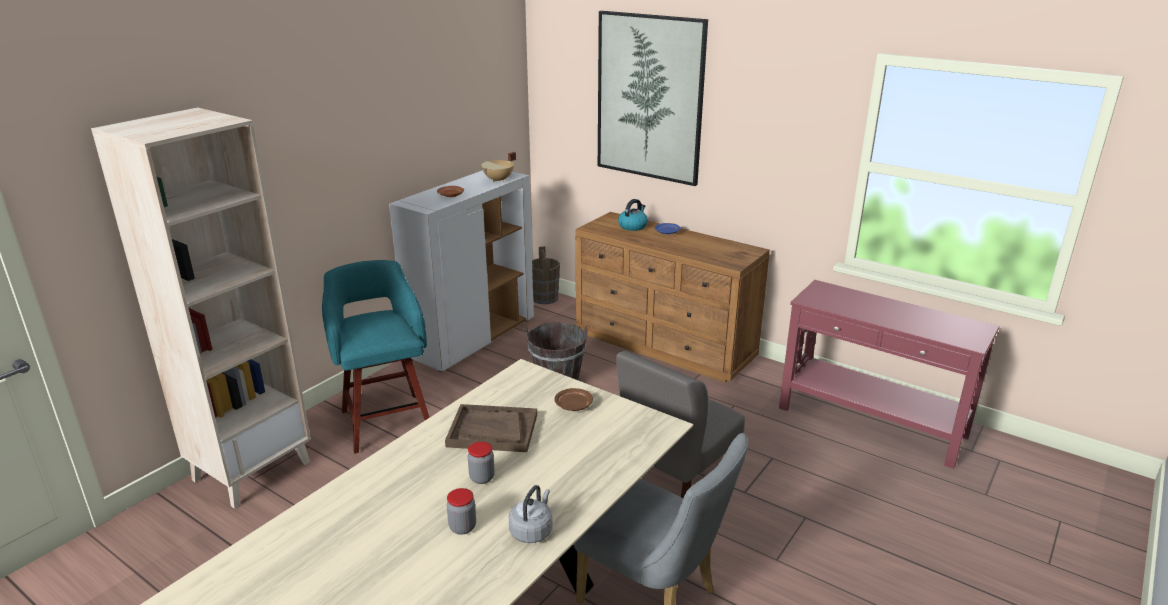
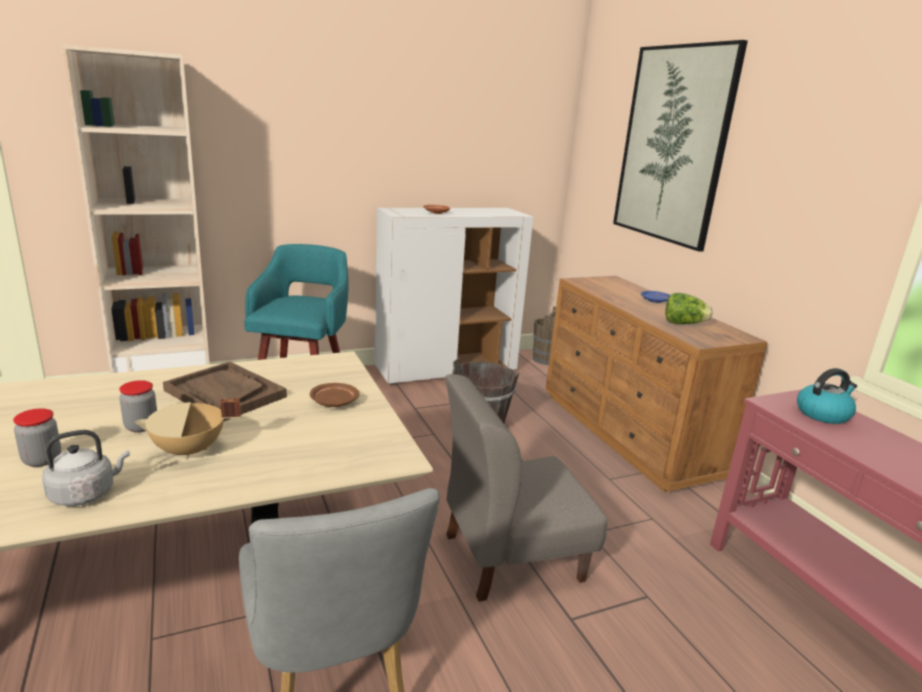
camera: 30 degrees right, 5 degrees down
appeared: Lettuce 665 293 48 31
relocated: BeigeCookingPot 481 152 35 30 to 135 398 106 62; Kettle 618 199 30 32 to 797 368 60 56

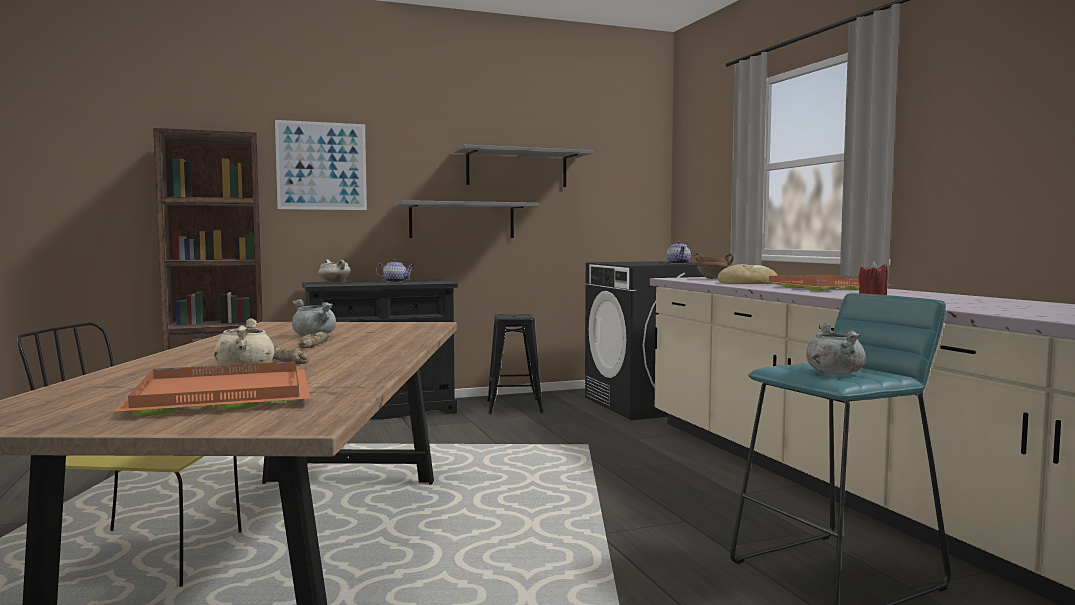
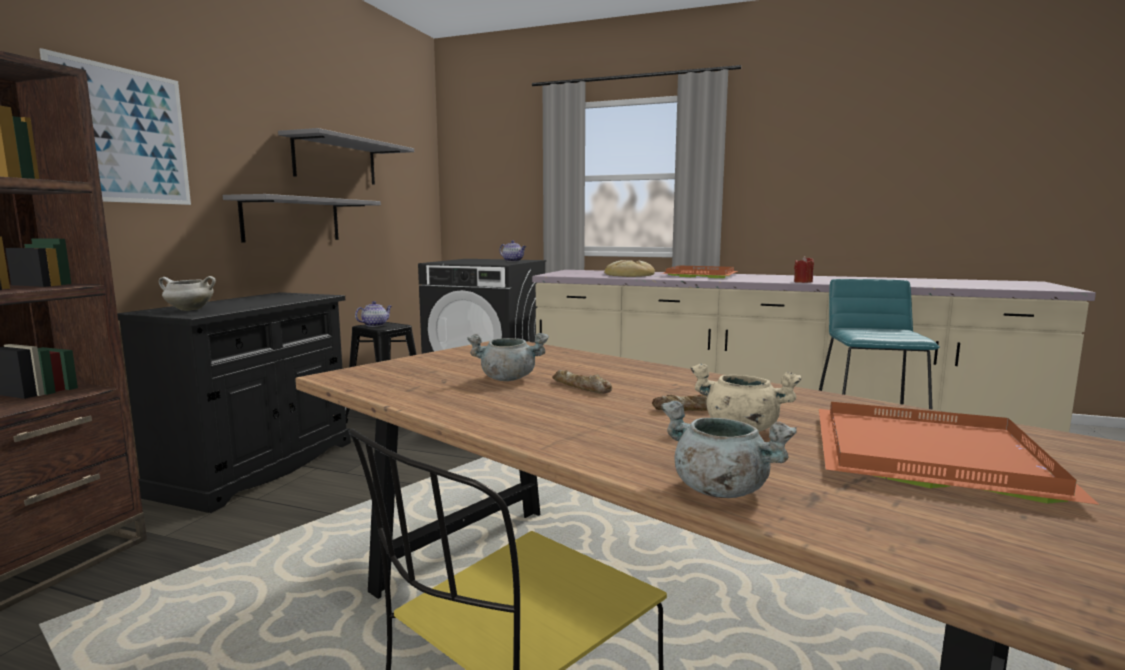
camera: 50 degrees left, 5 degrees up
missing: BrownCookingPot 694 253 40 26
relocated: Teapot 375 259 39 23 to 355 301 37 26; GreyCookingPot 806 323 60 51 to 660 401 137 97

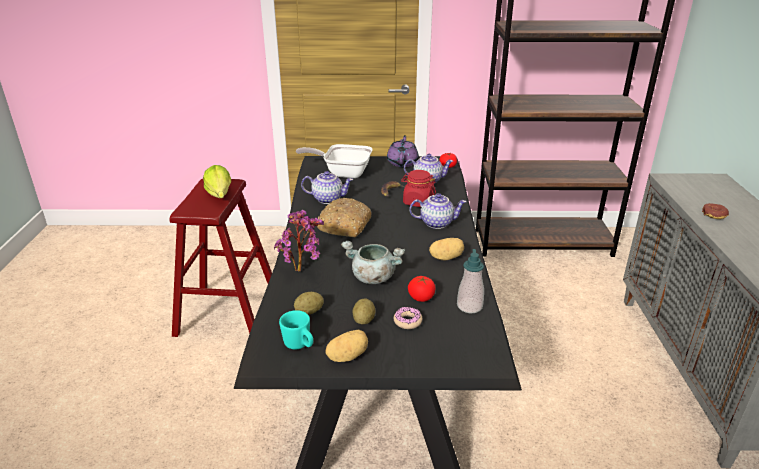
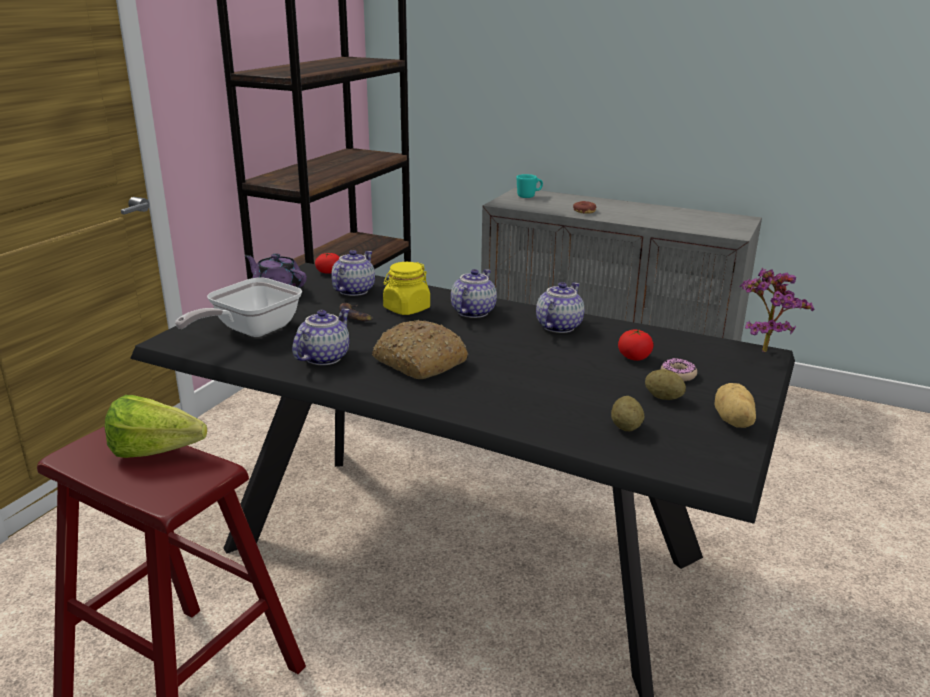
camera: 65 degrees left, 5 degrees down
missing: GreyCookingPot 341 241 64 43; SoapDispenser 457 249 27 64
relocated: PottedPlant 274 210 50 61 to 740 268 74 84; TurquoiseMug 279 310 34 39 to 517 174 26 24
exchanged: Potato 429 238 35 22 to Teapot 536 282 48 51
colour: RedJar 401 170 35 37 to YellowJar 383 262 47 53

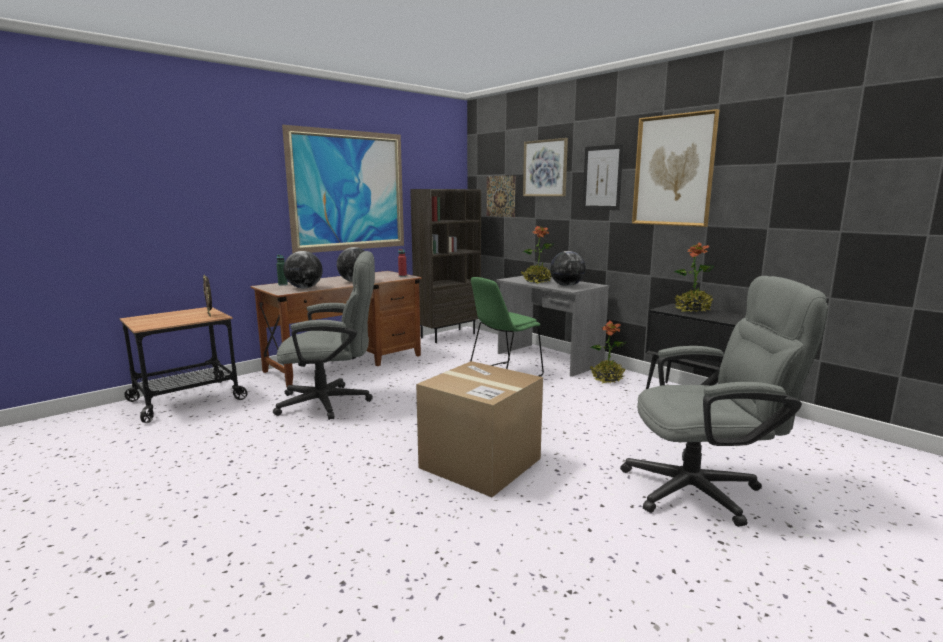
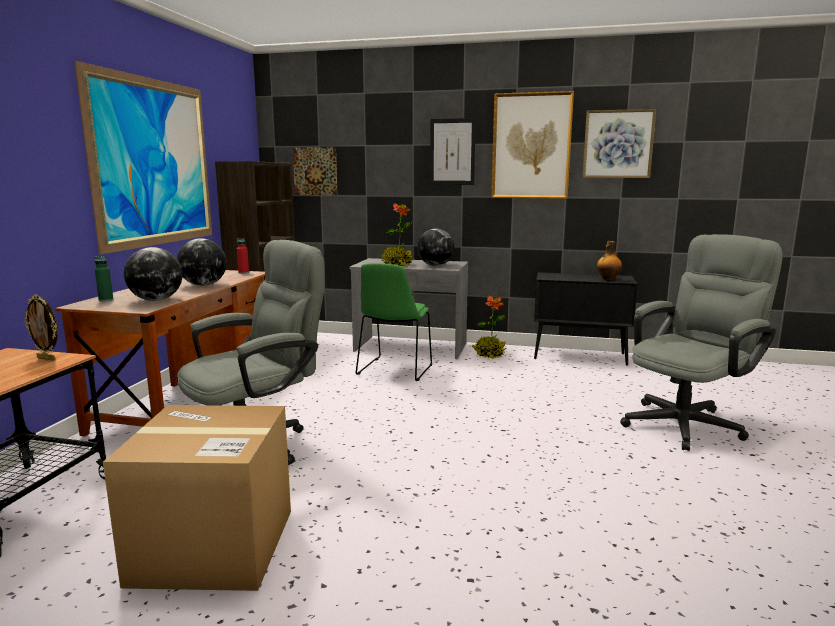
camera: 35 degrees left, 0 degrees up
missing: PottedPlant 674 242 40 70
appeared: Bottle 597 241 25 40
relocated: CardboardBox 416 361 127 136 to 103 405 188 186; Picture 523 138 45 58 to 582 109 74 69

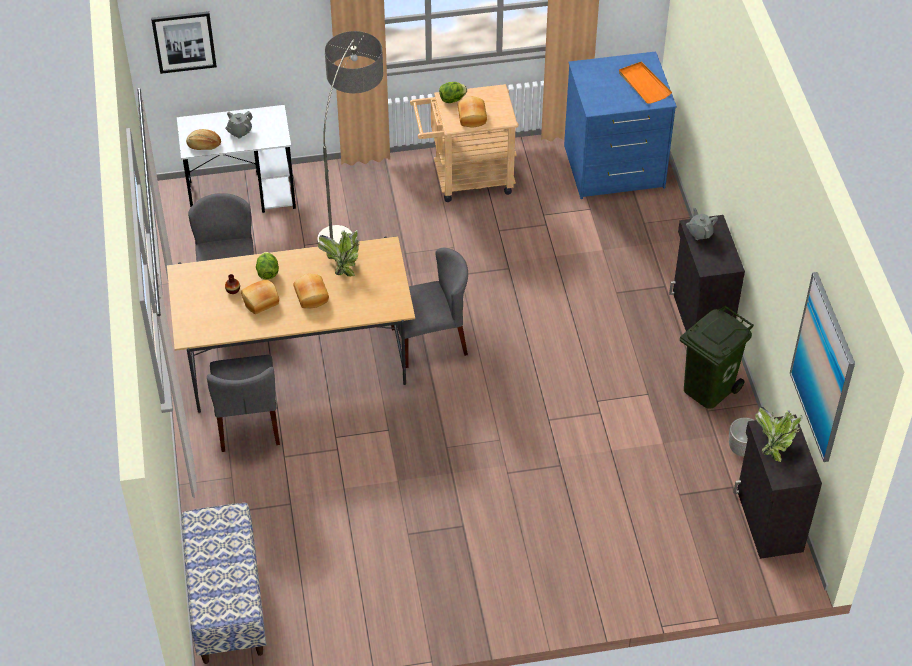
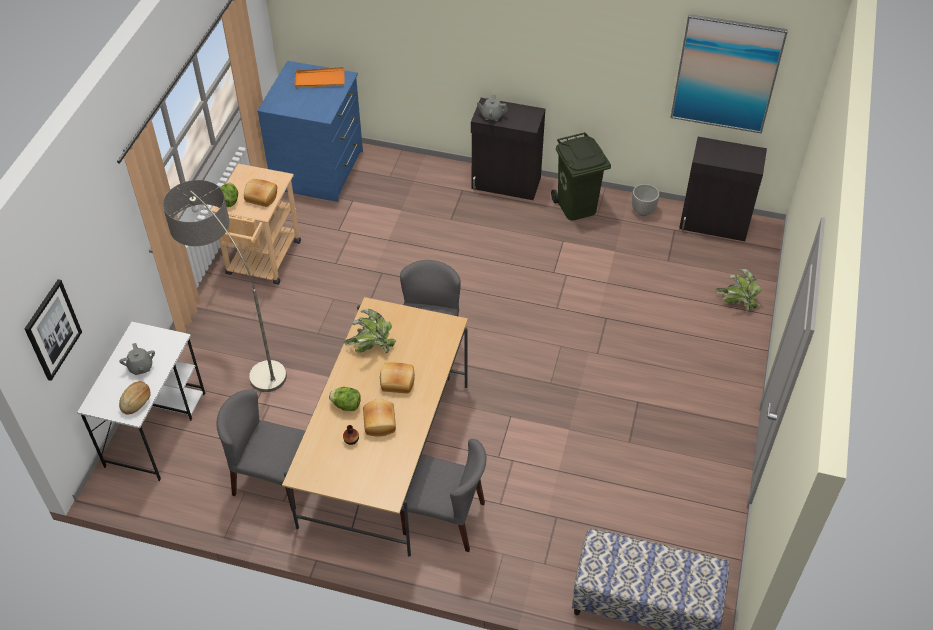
camera: 65 degrees left, 0 degrees up
relocated: PottedPlant 755 407 48 55 to 716 269 46 43

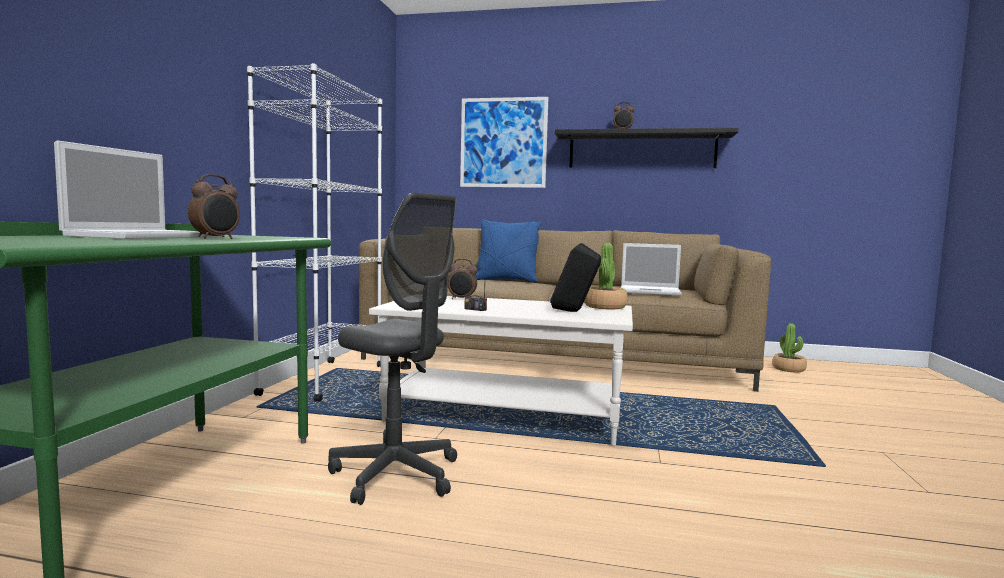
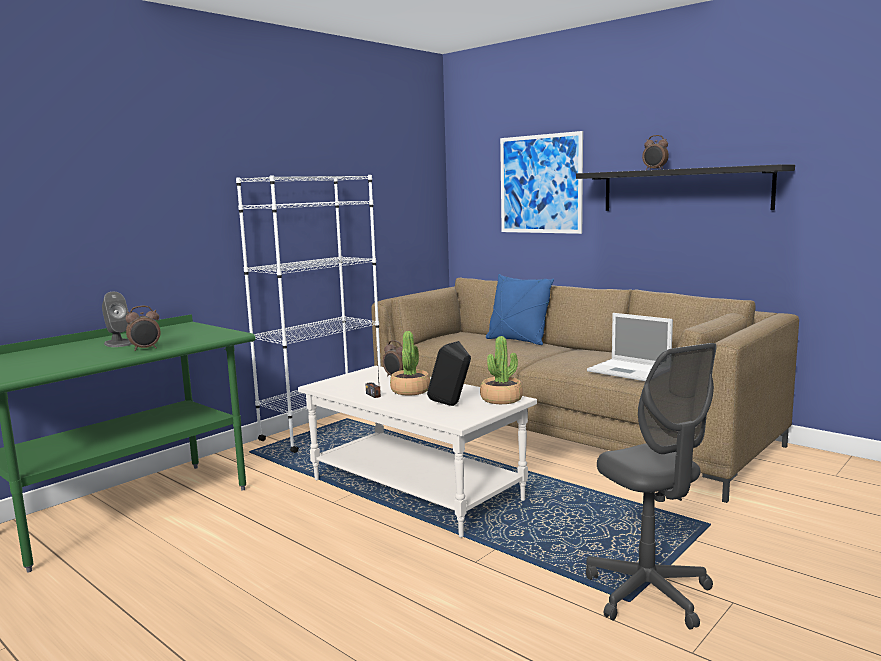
camera: 30 degrees right, 5 degrees up
relocated: GreyOfficeChair 328 193 129 312 to 586 343 131 287; PottedPlant 772 323 35 49 to 390 331 40 64
exchanged: Laptop 54 140 168 99 to GreySpeaker 102 292 30 55

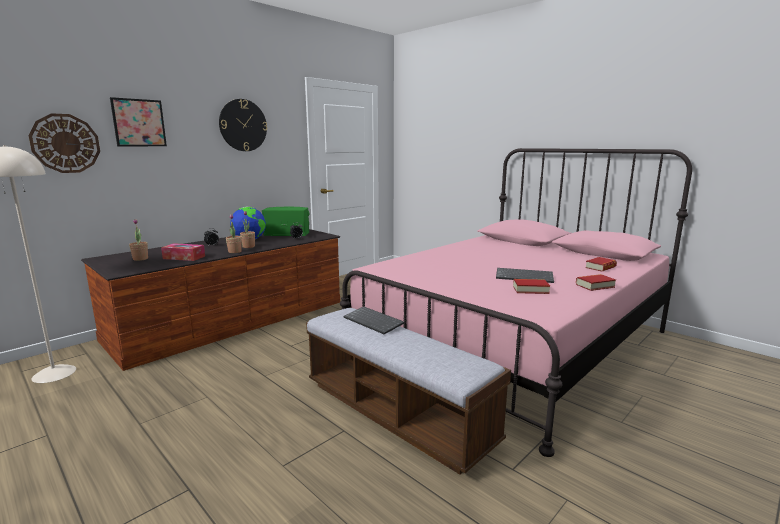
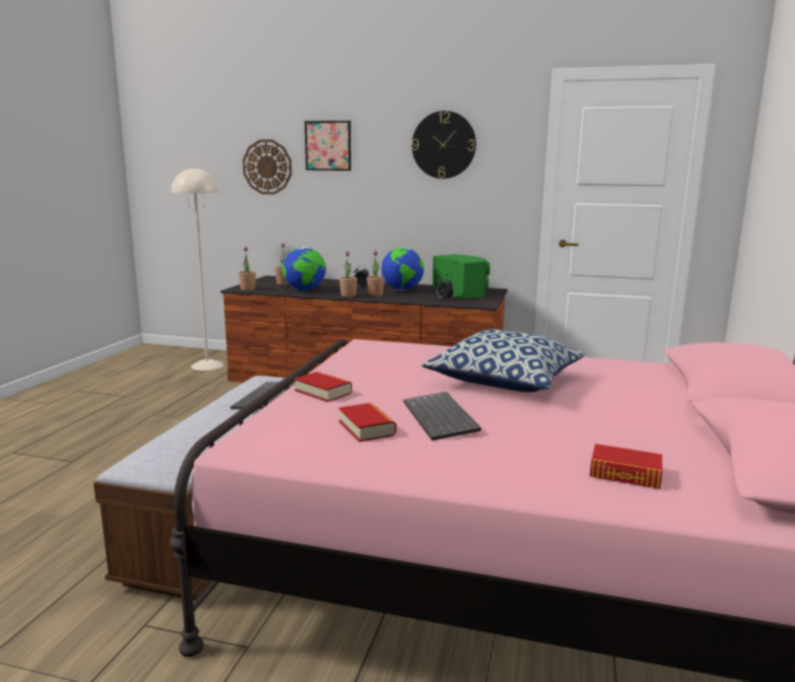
camera: 60 degrees right, 0 degrees up
appeared: PottedPlant 238 246 18 44; Pillow 421 329 164 63
relocated: Book 576 274 40 17 to 294 371 58 31
exchanged: TissueBox 161 243 44 18 to Globe 282 247 44 44

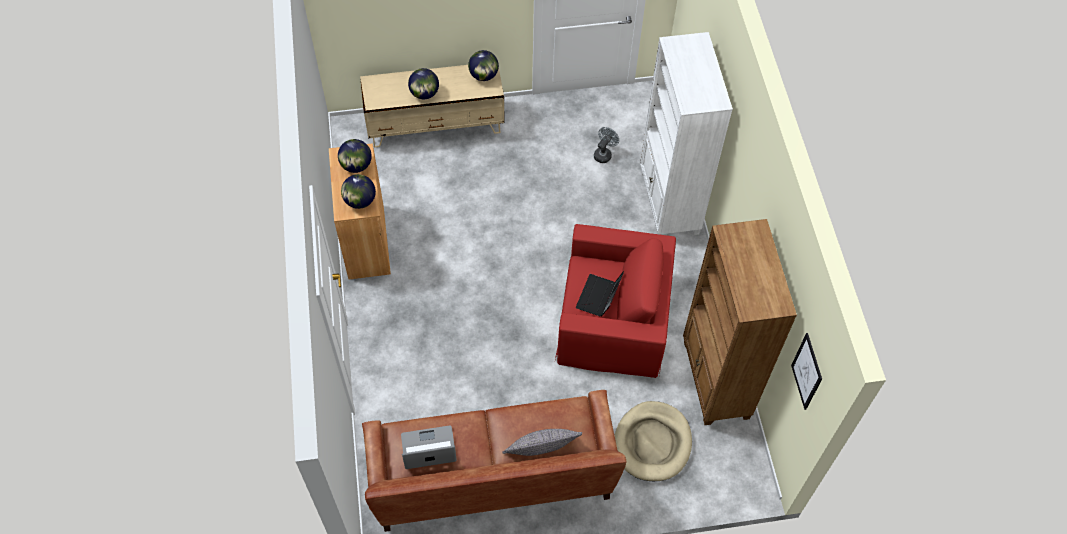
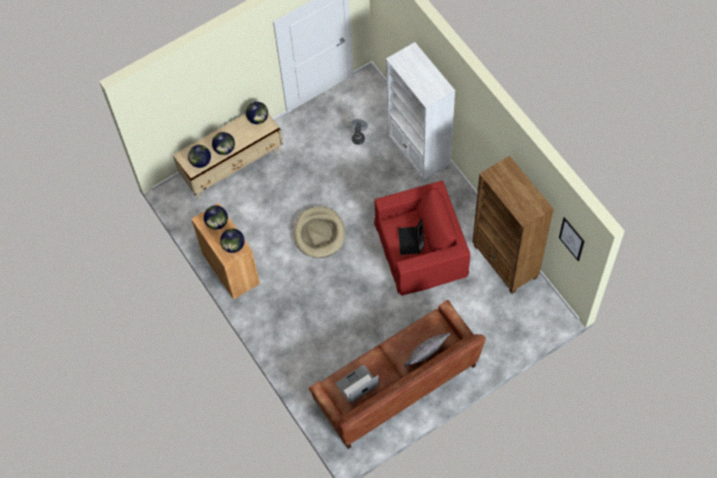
camera: 20 degrees left, 5 degrees up
appeared: Globe 188 145 23 23
relocated: BeigeDogBed 615 401 77 80 to 294 207 51 51

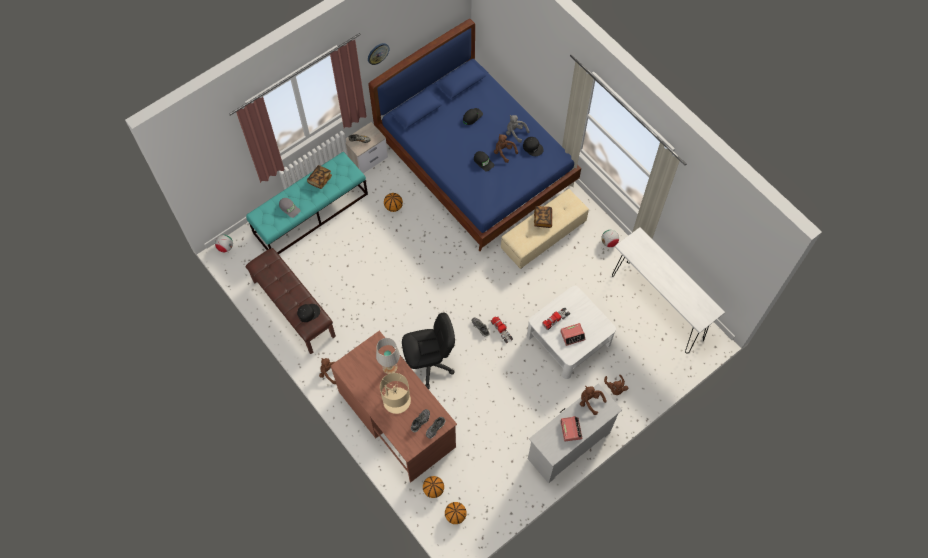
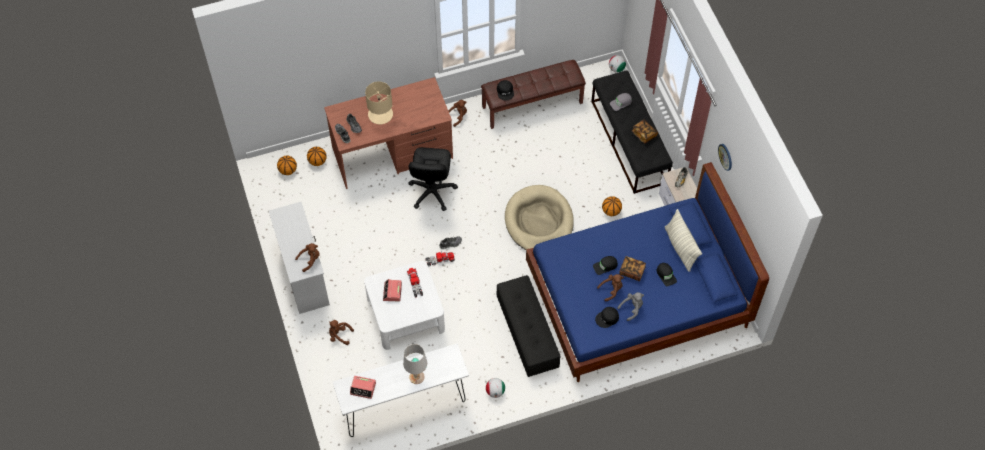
camera: 110 degrees right, 5 degrees down
appeared: BeigeDogBed 505 185 69 65; Pillow 665 209 37 63
relocated: WhiteTableLamp 376 338 24 36 to 403 344 24 40; Book 534 206 18 22 to 619 256 27 25; AlarmClock 561 416 22 25 to 350 376 26 23
colour: TurquoiseBench 246 152 122 102 to BlackBench 591 70 82 124; BeigeOttoman 501 189 88 80 to BlackOttoman 497 275 64 102

